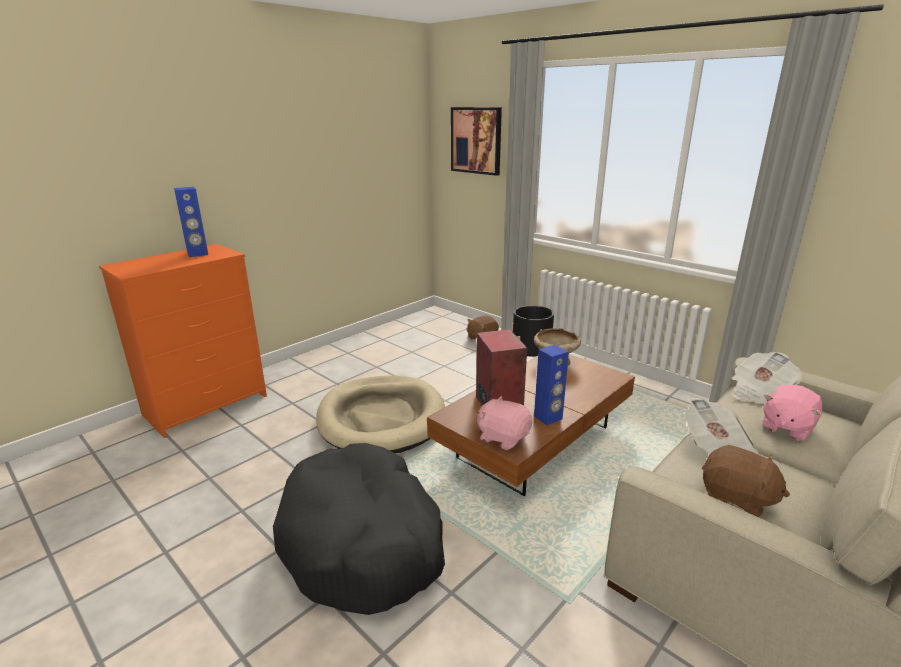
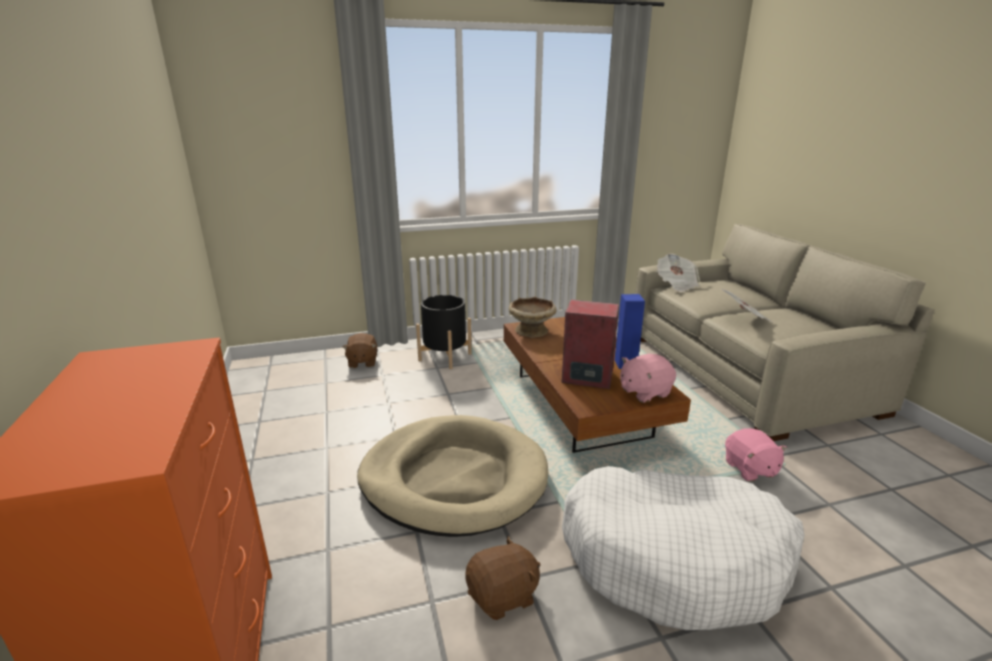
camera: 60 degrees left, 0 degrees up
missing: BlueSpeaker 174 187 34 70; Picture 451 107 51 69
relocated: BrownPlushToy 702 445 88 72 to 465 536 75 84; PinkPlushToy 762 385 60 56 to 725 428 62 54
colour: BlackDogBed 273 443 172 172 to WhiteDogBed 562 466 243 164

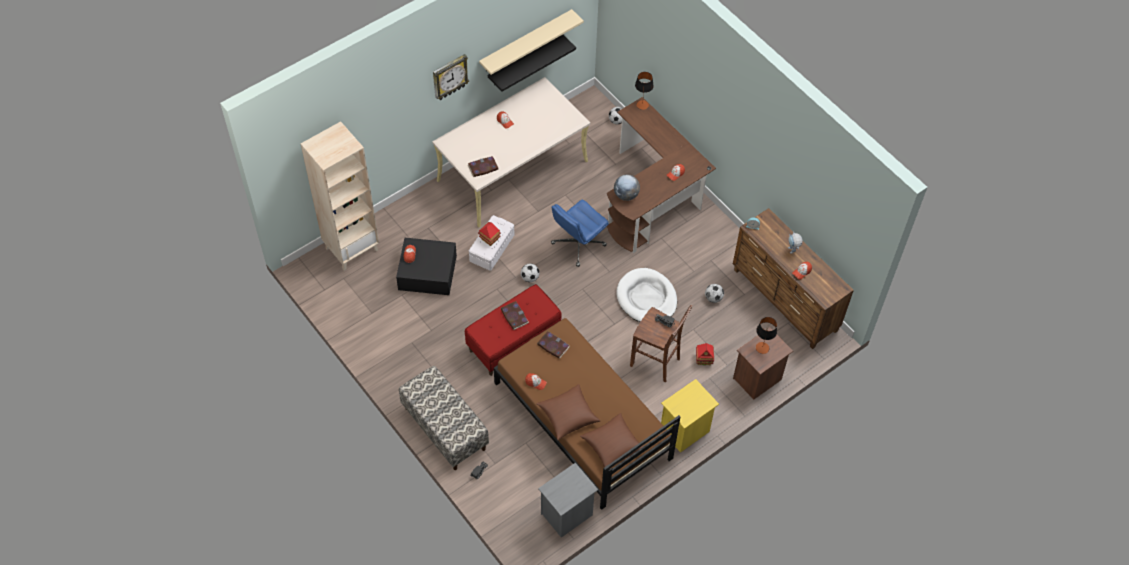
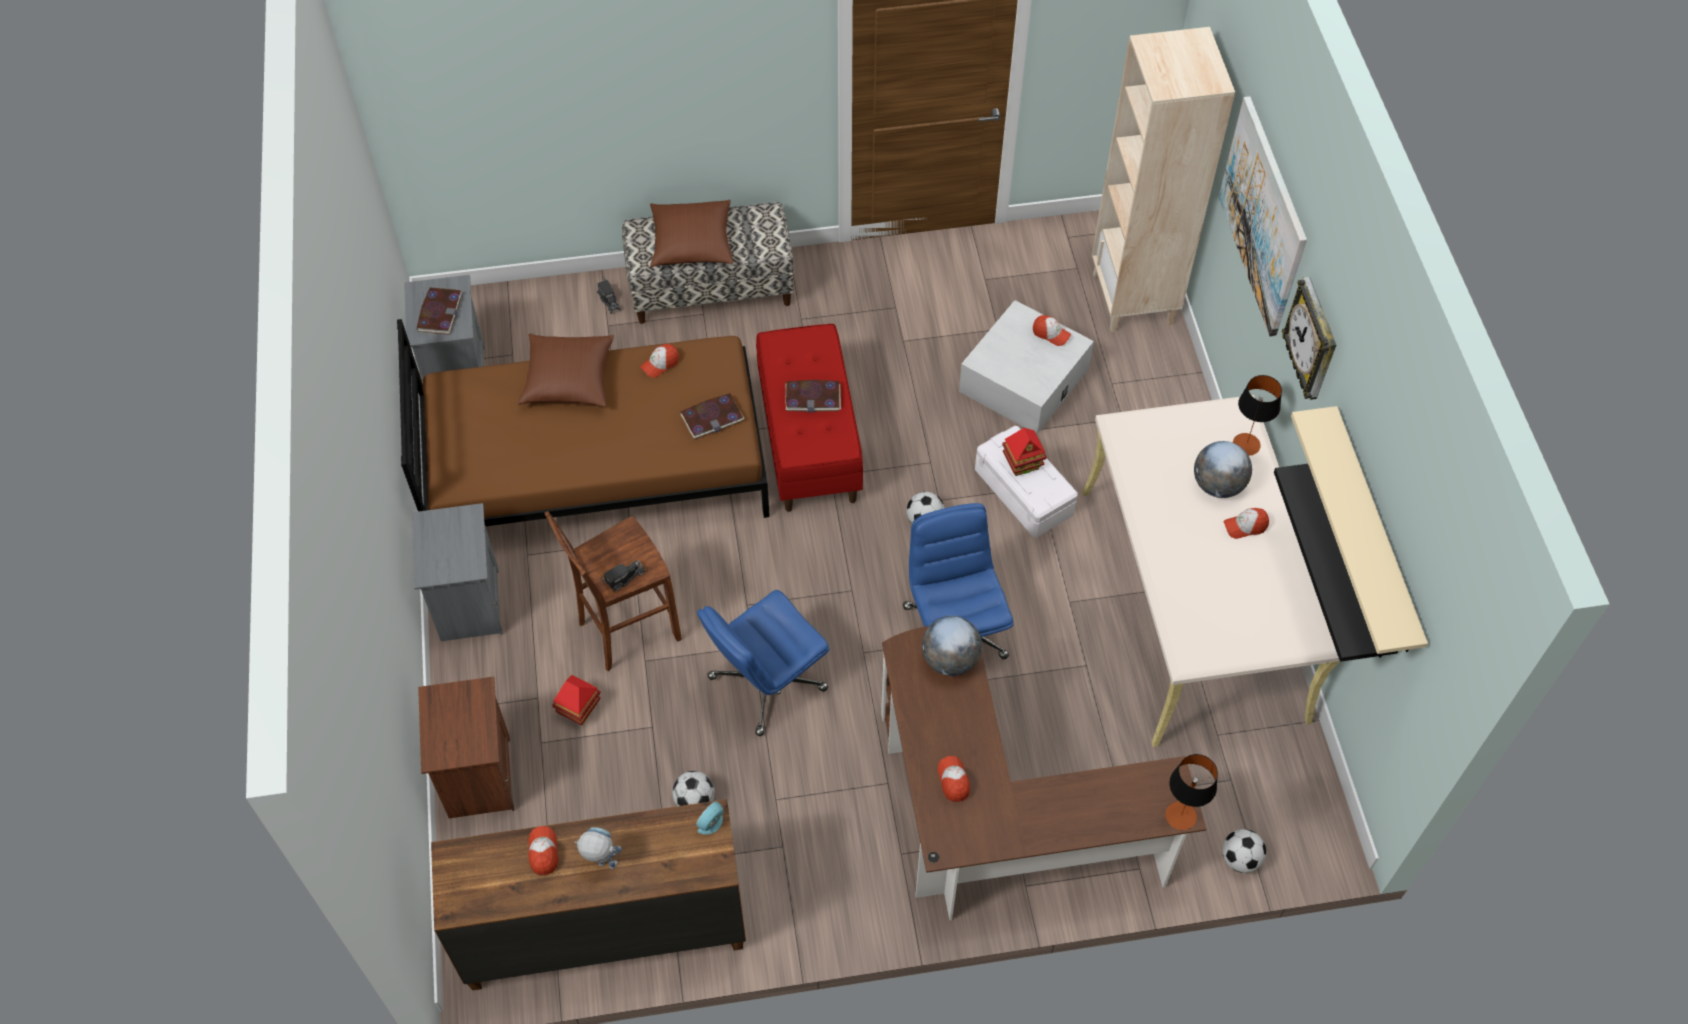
camera: 120 degrees right, 0 degrees up
appeared: Globe 1194 441 58 57; Picture 1219 96 88 240
relocated: Book 468 156 31 21 to 417 287 45 48; BrownPillow 580 413 64 54 to 650 200 83 67; TableLamp 756 317 21 37 to 1233 375 49 81
exchanged: WhiteDogBed 616 268 61 54 to BlueOfficeChair 697 590 132 146
colour: BlackStorageBox 396 238 61 57 to WhiteStorageBox 959 300 135 134; YellowNightstand 661 379 58 73 to GreyNightstand 412 503 90 138

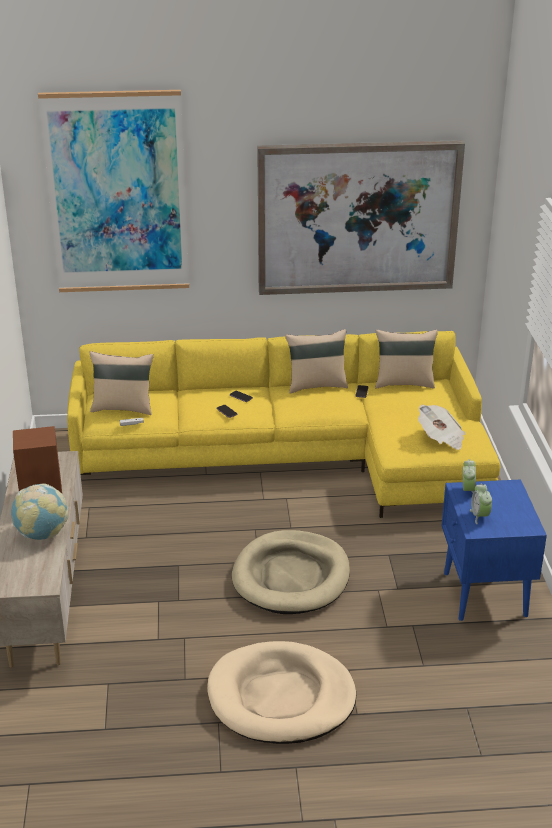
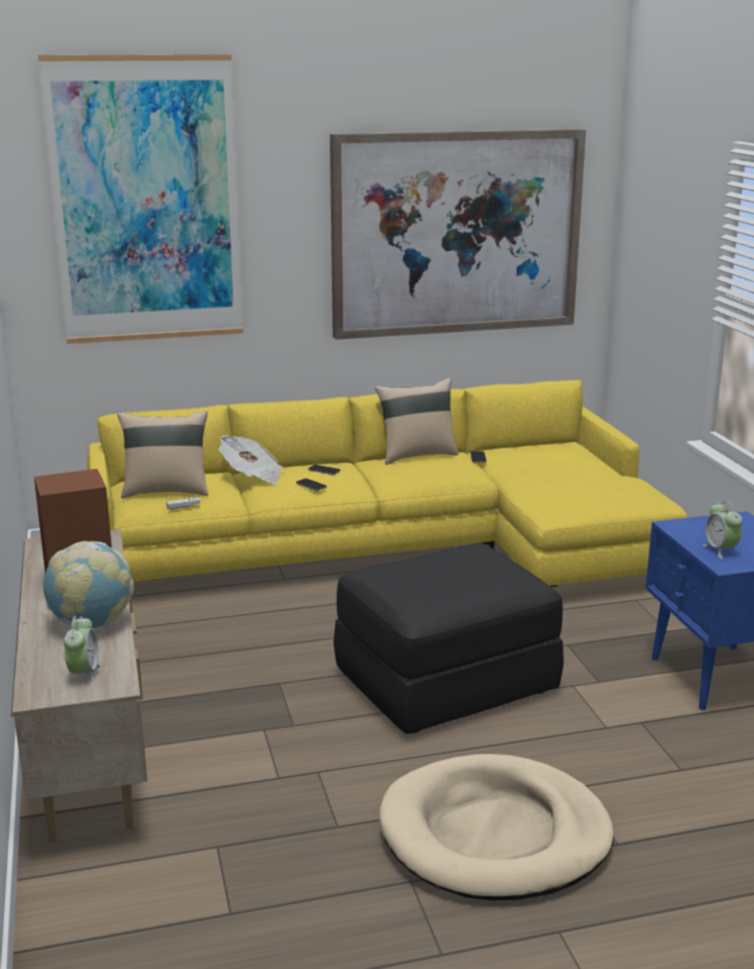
camera: 10 degrees left, 10 degrees down
missing: BeigePillow 375 330 63 59
relocated: Newspaper 418 405 47 45 to 219 435 65 49; AlarmClock 463 459 13 34 to 64 616 37 70
exchanged: BeigeDogBed 232 530 118 84 to BlackOttoman 333 543 231 191

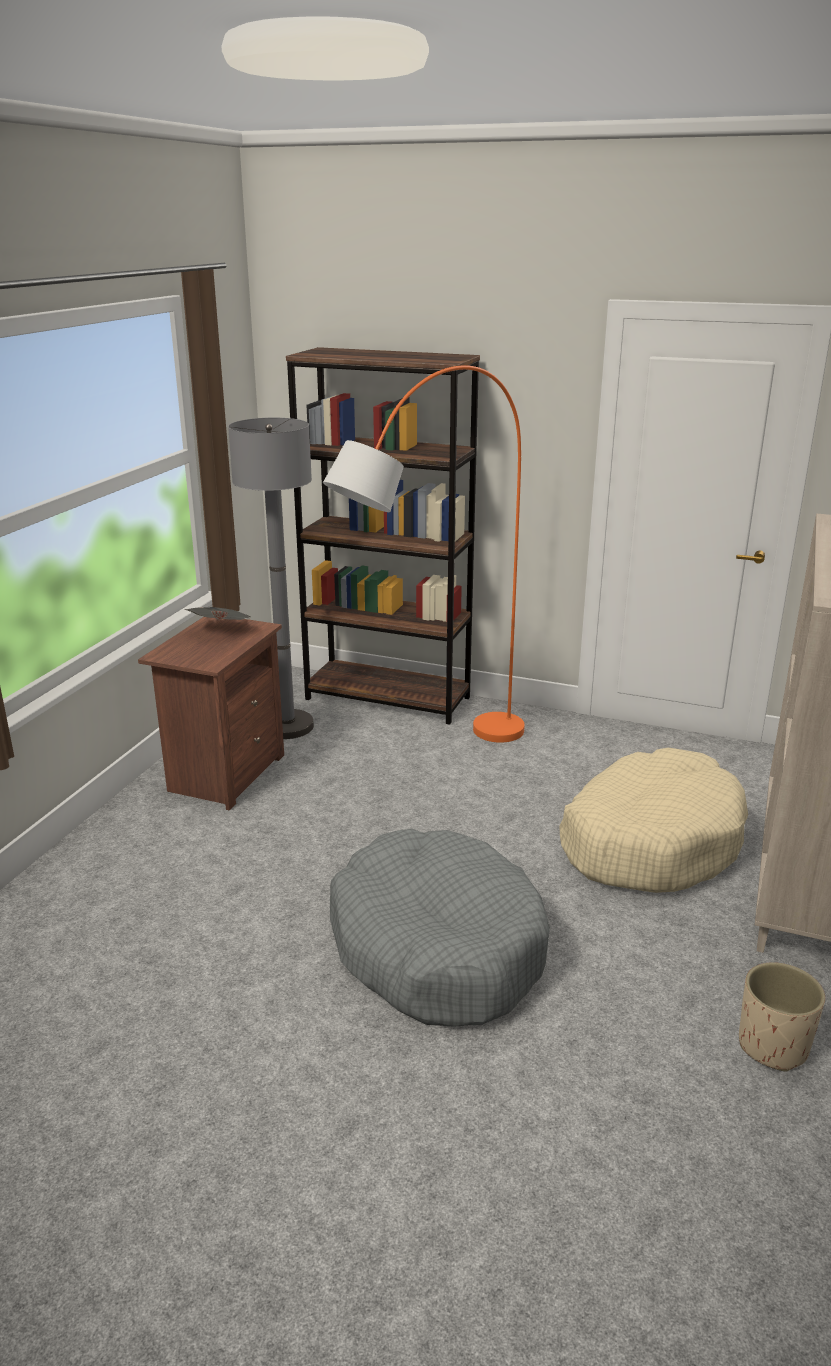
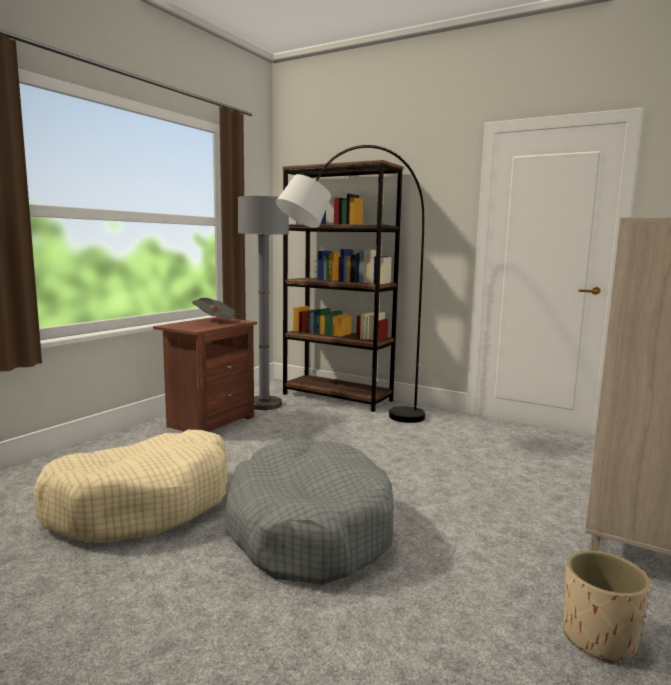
camera: 10 degrees right, 15 degrees down
relocated: BeigeDogBed 559 748 189 145 to 33 430 195 113
colour: OrangeFloorLamp 323 365 202 378 to GreyFloorLamp 276 145 149 278

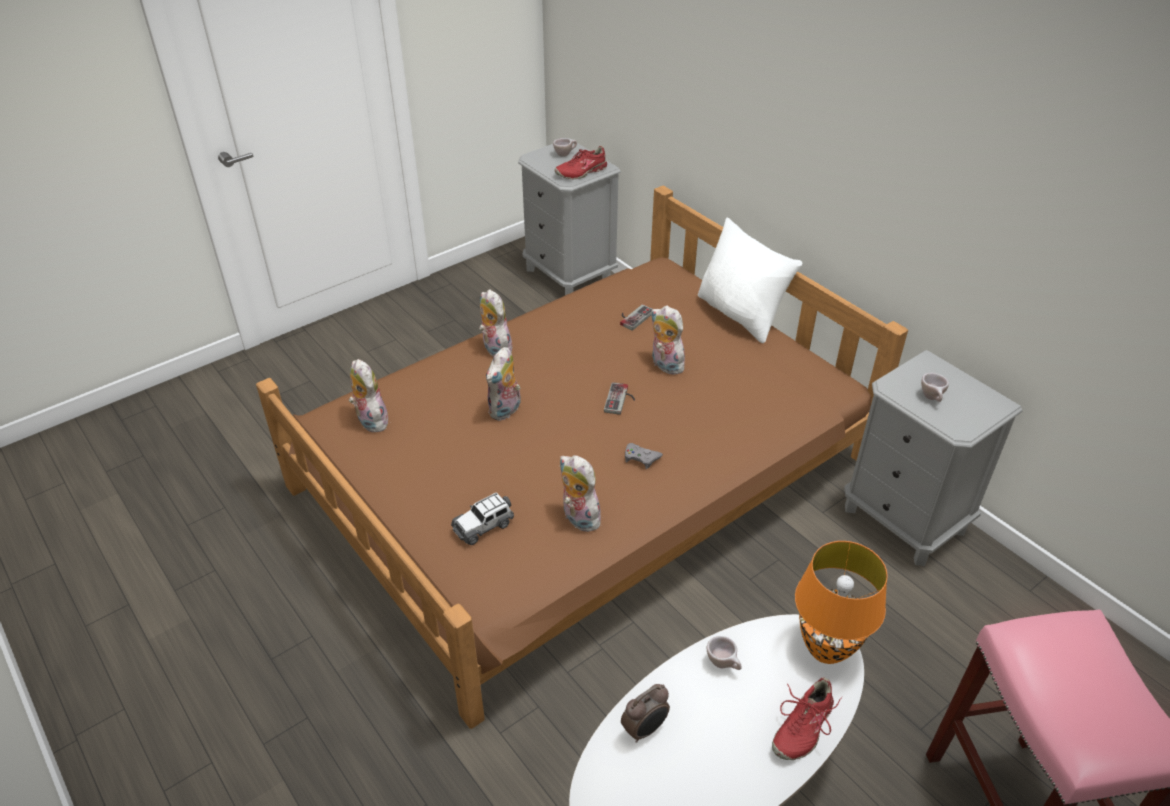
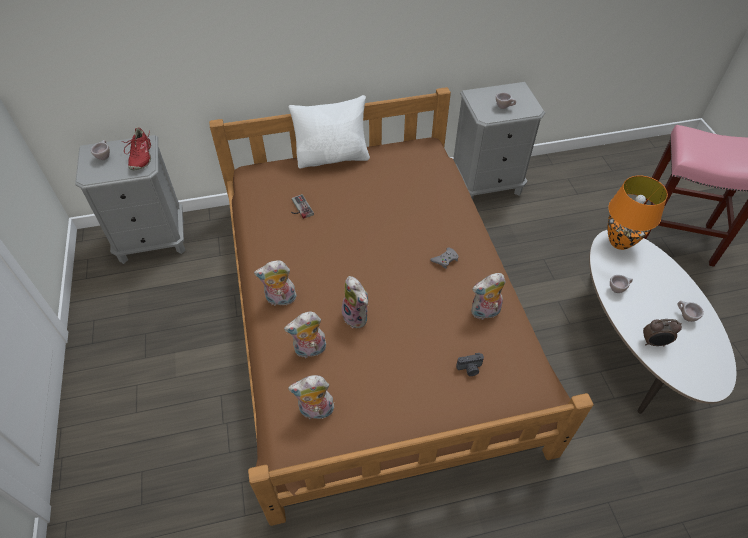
camera: 65 degrees left, 10 degrees up
missing: GameController 604 382 31 33; RedShoe 772 677 71 83
appeared: BeigeCup 678 301 26 21
relocated: PlushToy 651 305 38 70 to 284 311 42 47
exchanged: ToyCar 451 493 63 52 to PhotoCamera 456 353 28 23
spun: AlarmClock 621 684 49 59 = 643 319 39 27 105 degrees clockwise

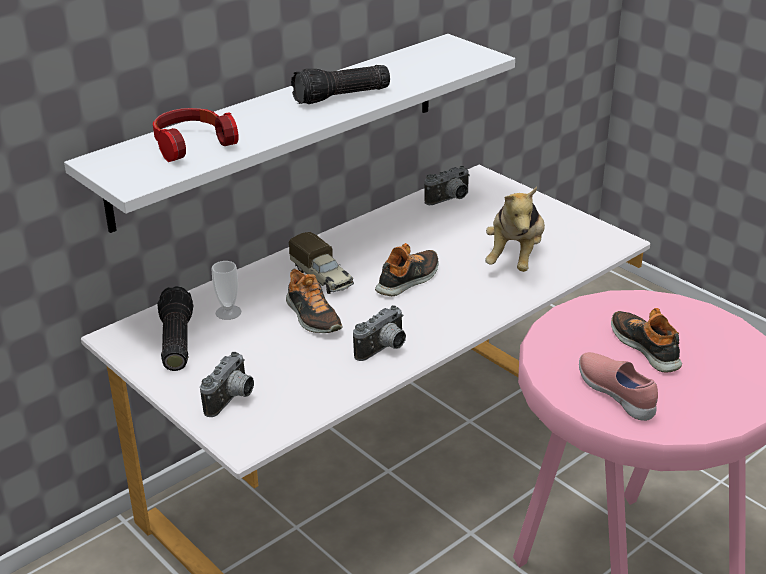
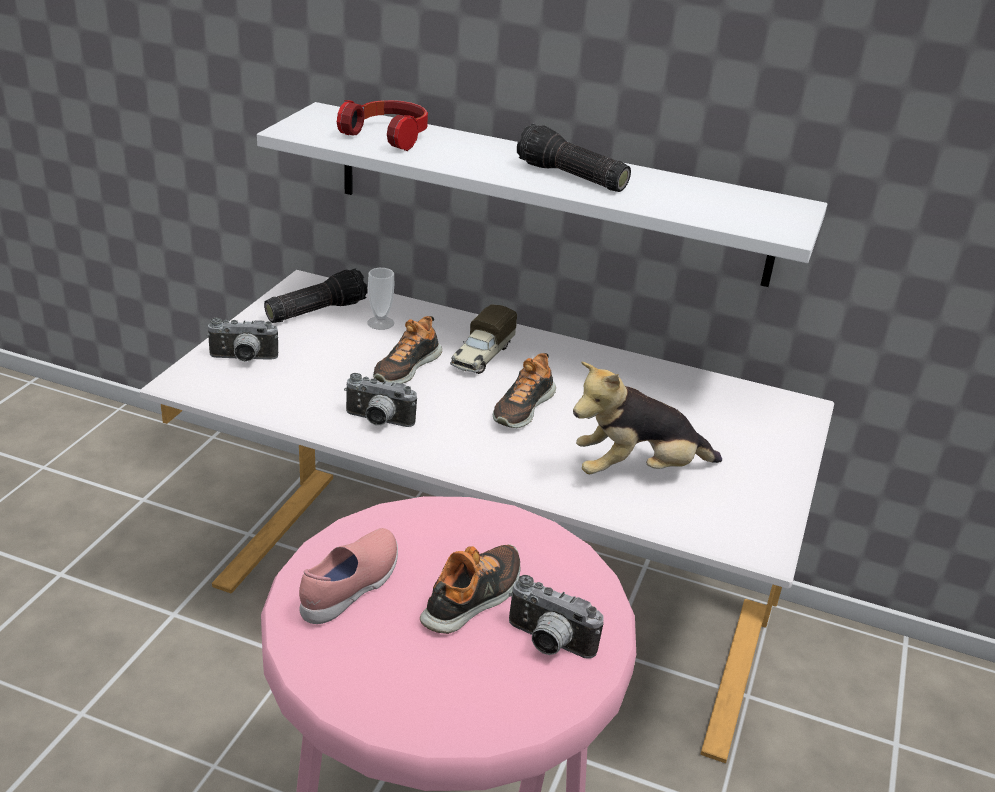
camera: 60 degrees right, 0 degrees up
relocated: PhotoCamera 424 166 46 39 to 509 575 95 84
spun: Shoe 375 243 63 53 = 493 353 63 75 105 degrees clockwise

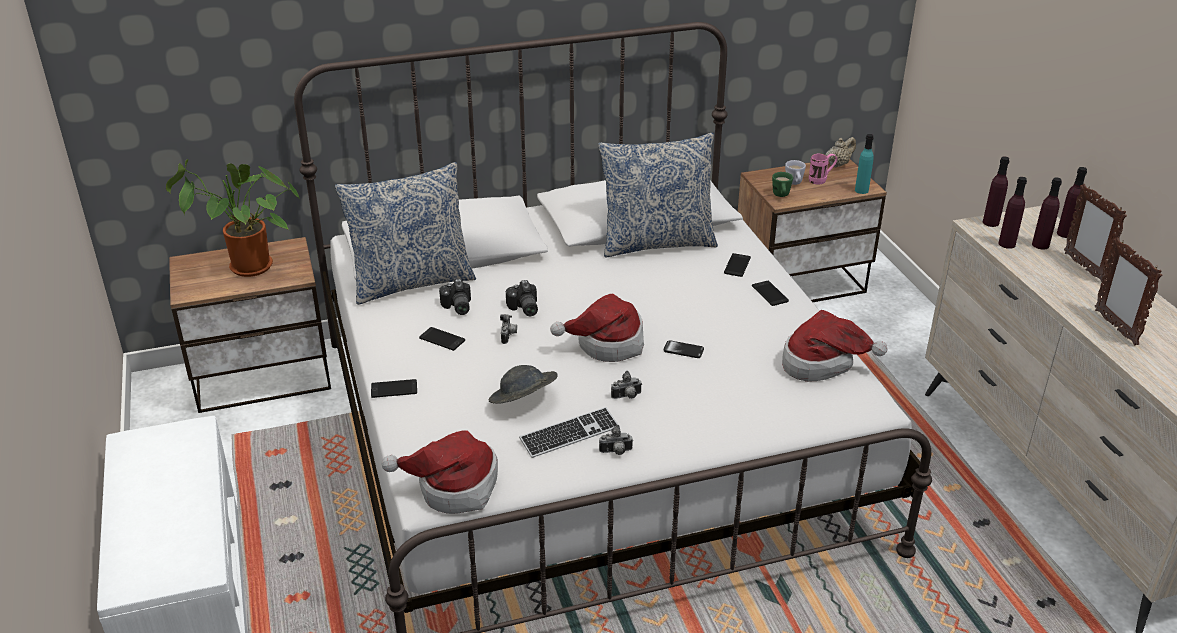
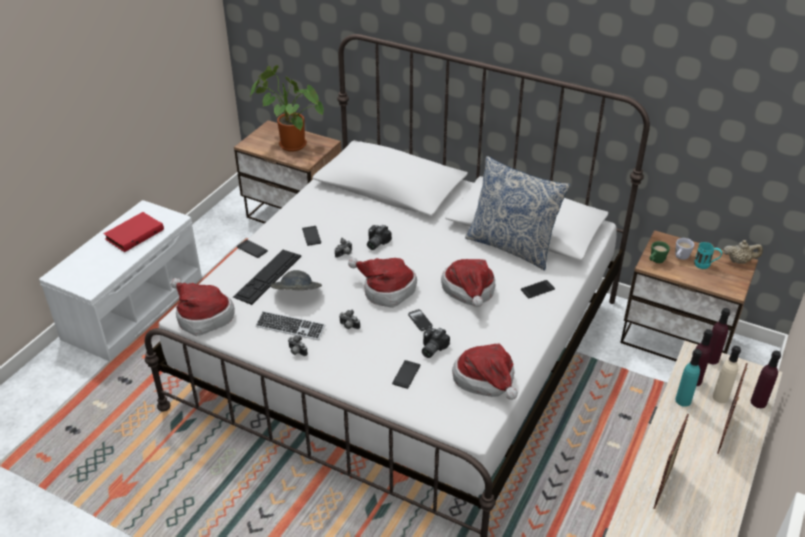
camera: 45 degrees right, 5 degrees up
missing: Pillow 335 162 141 143
appeared: RedBook 103 212 61 40; Keyboard 233 250 68 55; Hat 441 259 54 48
relocated: PhotoCamera 439 279 32 36 to 422 327 28 31; Phone 752 281 37 25 to 392 360 28 29; TurquoiseBottle 855 134 19 60 to 675 349 27 58
colour: PinkMug 809 153 28 32 to TurquoiseMug 694 242 28 27; PurpleBottle 1032 177 30 73 to BeigeBottle 713 346 28 57

